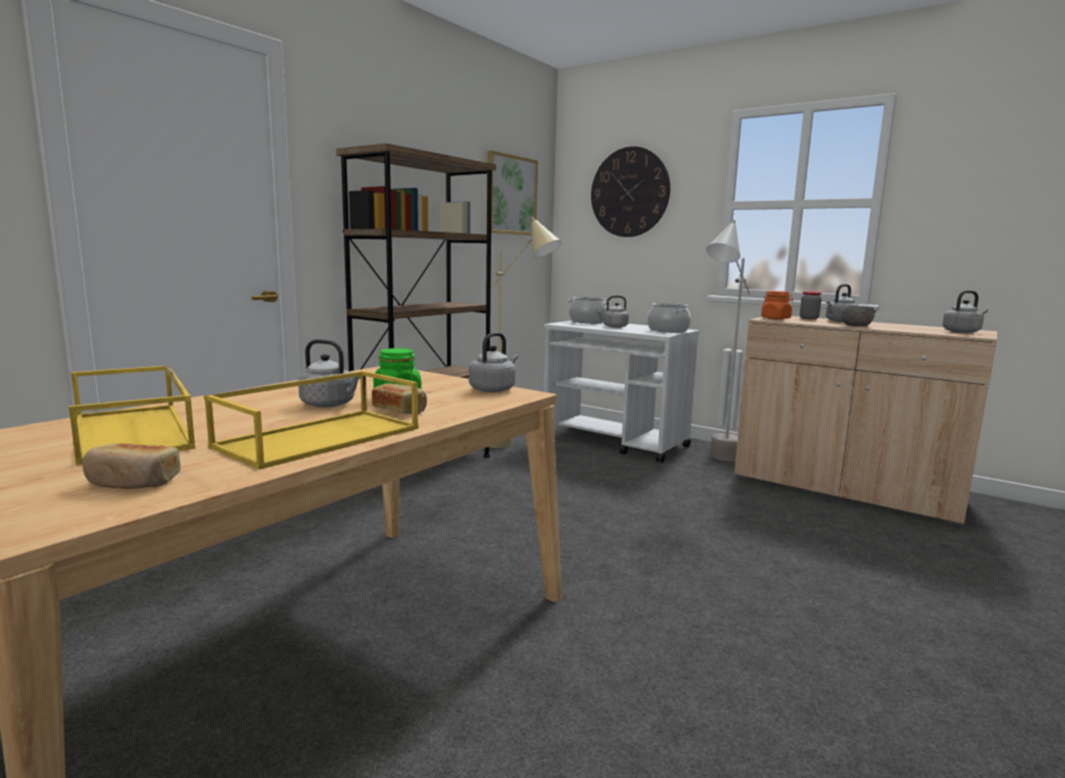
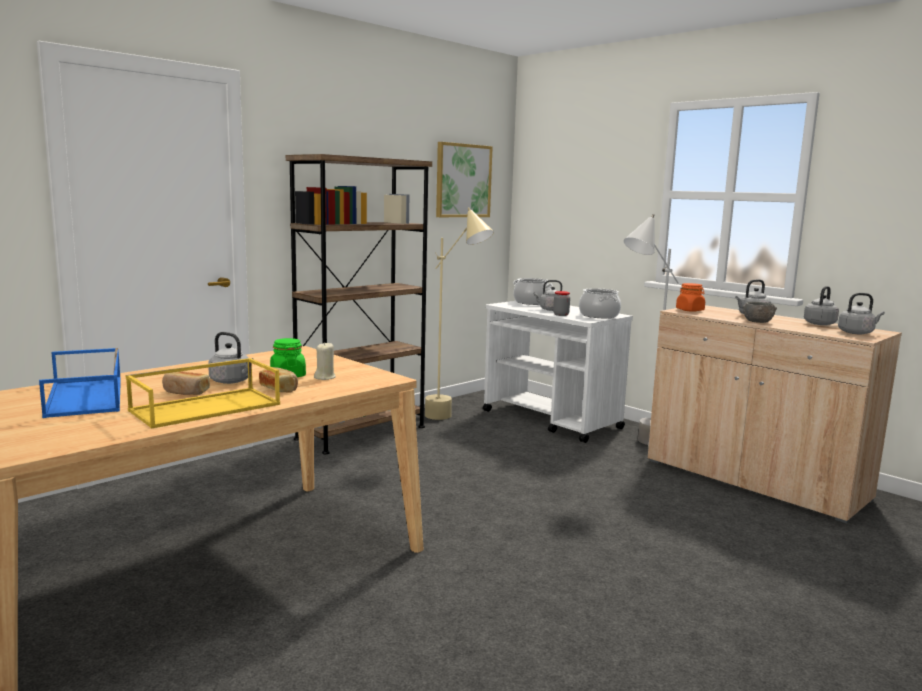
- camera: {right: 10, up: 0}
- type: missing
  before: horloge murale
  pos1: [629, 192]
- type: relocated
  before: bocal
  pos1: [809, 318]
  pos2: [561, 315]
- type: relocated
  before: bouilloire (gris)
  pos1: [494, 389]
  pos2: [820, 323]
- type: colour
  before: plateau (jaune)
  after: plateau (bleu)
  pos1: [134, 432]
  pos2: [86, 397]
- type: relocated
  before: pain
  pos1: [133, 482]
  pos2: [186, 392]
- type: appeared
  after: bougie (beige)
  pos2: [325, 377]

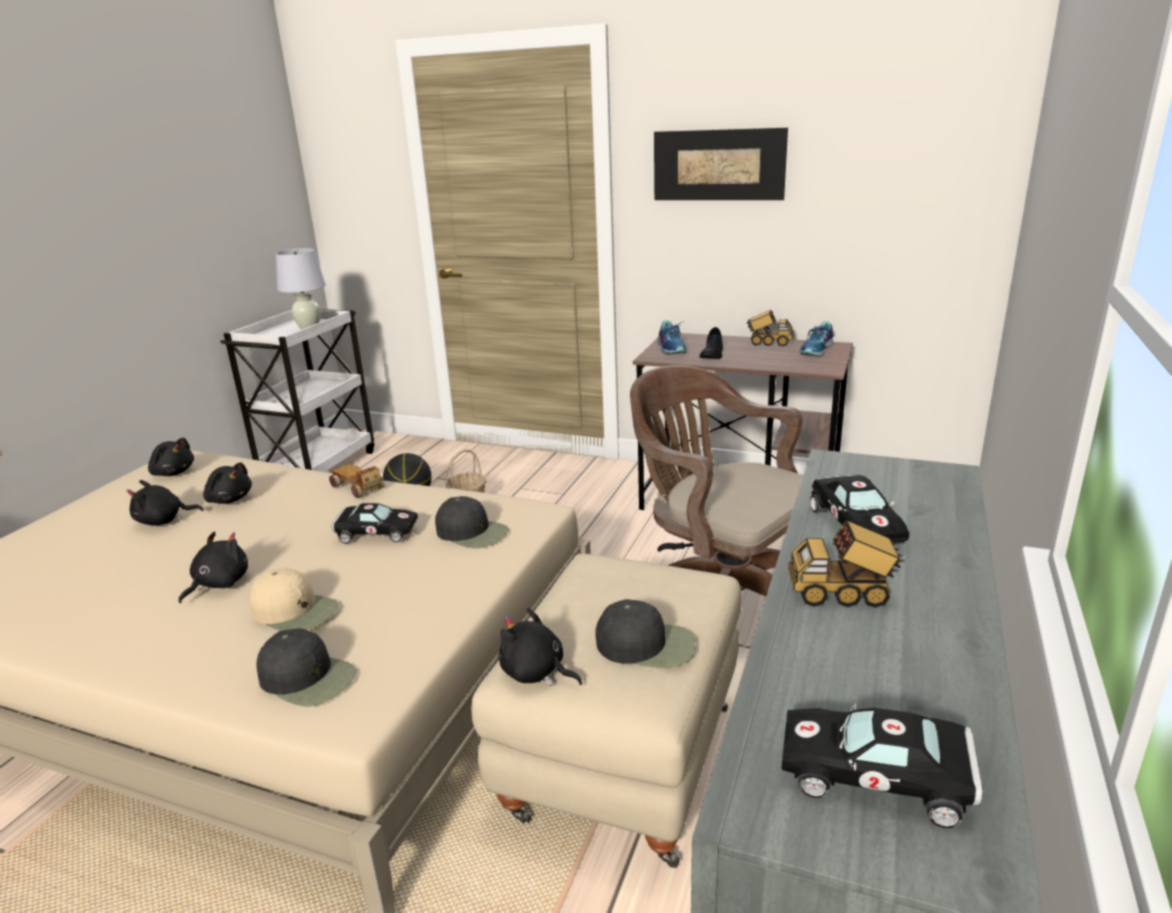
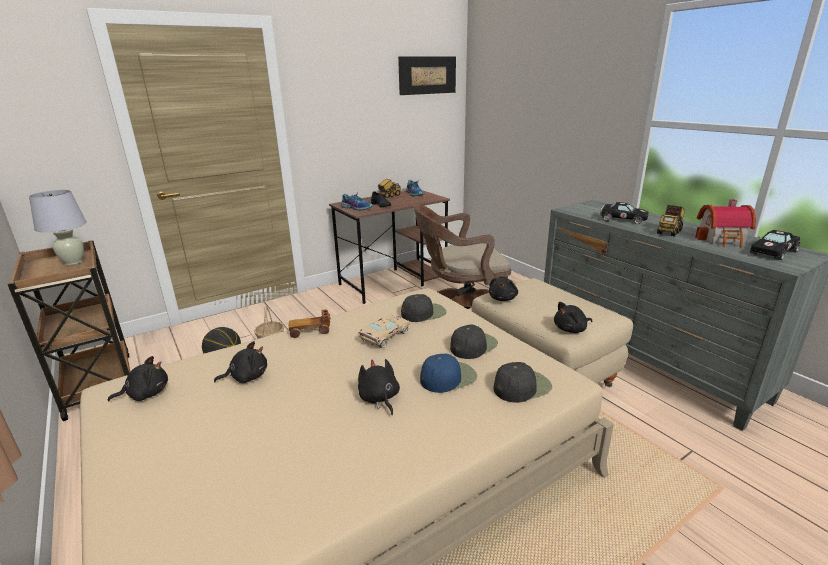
- camera: {right: -55, up: 0}
- type: relocated
  before: tableau
  pos1: [718, 165]
  pos2: [427, 75]
- type: colour
  before: chariot (blanc)
  after: chariot (marron)
  pos1: [319, 467]
  pos2: [99, 383]
- type: relocated
  before: peluche (noir)
  pos1: [163, 521]
  pos2: [503, 298]
- type: colour
  before: petite voiture (noir)
  after: petite voiture (beige)
  pos1: [374, 533]
  pos2: [384, 337]
- type: colour
  before: casquette (beige)
  after: casquette (bleu)
  pos1: [295, 611]
  pos2: [448, 377]
- type: relocated
  before: casquette (noir)
  pos1: [646, 644]
  pos2: [473, 345]
- type: appeared
  after: maison miniature
  pos2: [723, 240]

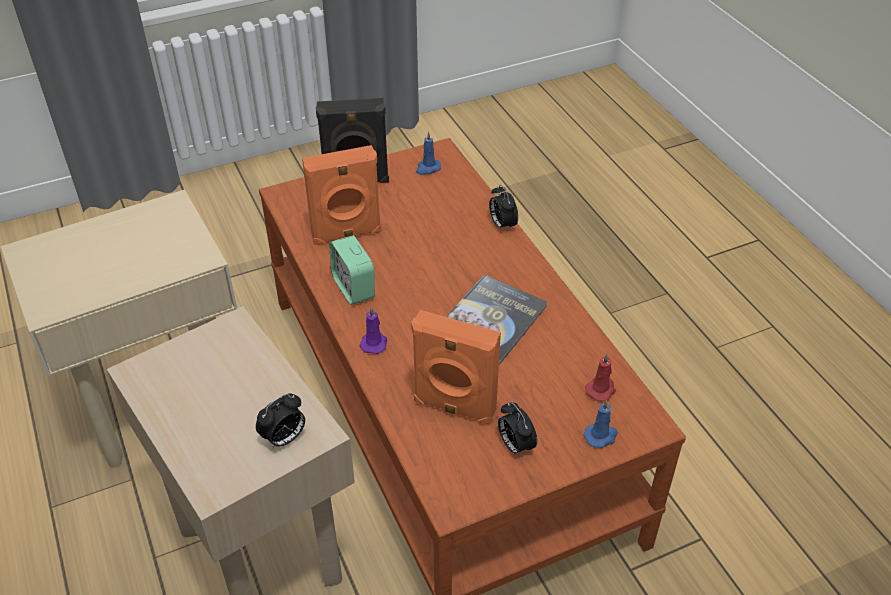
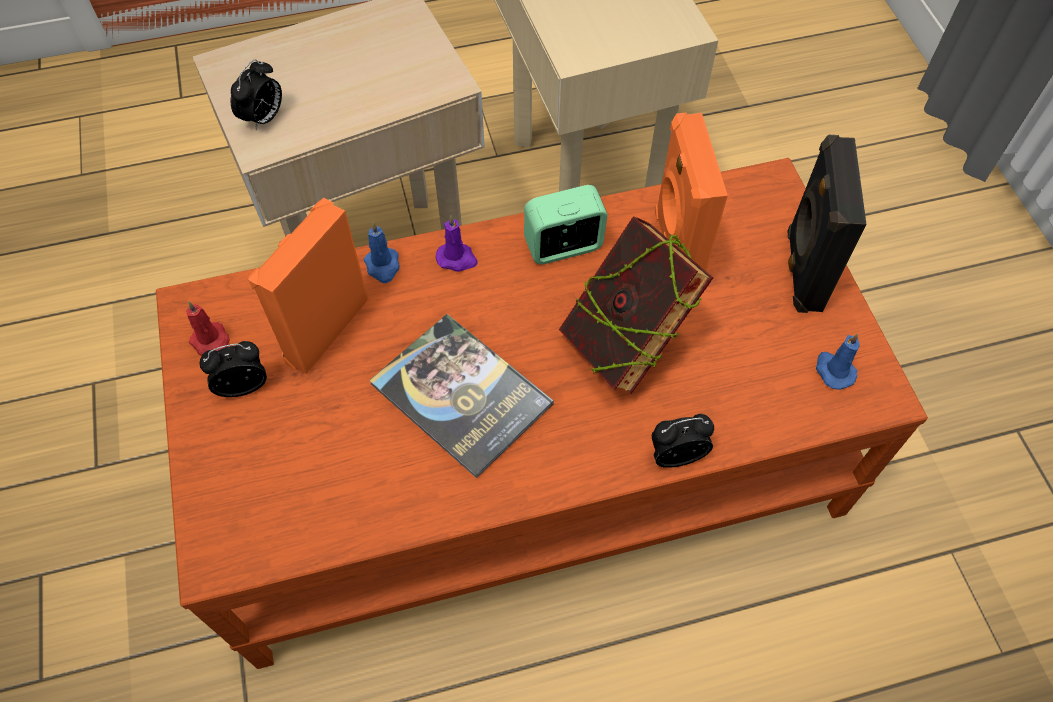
- camera: {right: 100, up: 15}
- type: relocated
  before: bougie (rouge)
  pos1: [601, 389]
  pos2: [212, 342]
- type: spun
  before: réveil
  pos1: [284, 439]
  pos2: [264, 118]
  turn: -120
- type: relocated
  before: bougie (bleu)
  pos1: [601, 436]
  pos2: [383, 266]
- type: appeared
  after: livre
  pos2: [626, 341]

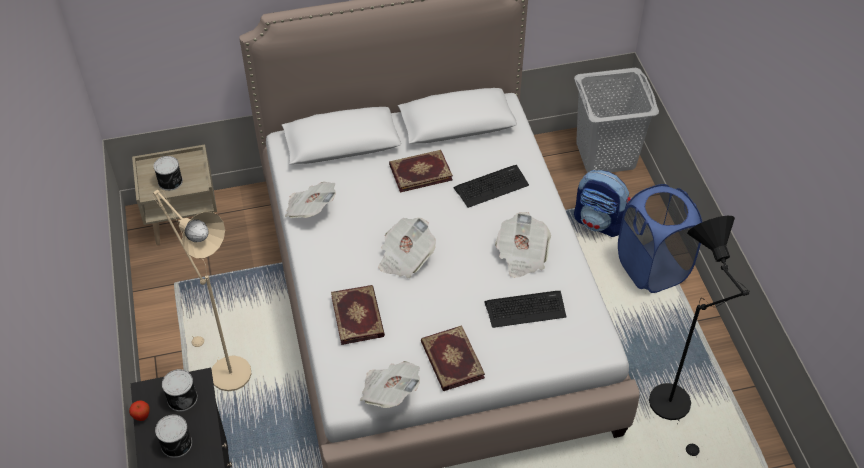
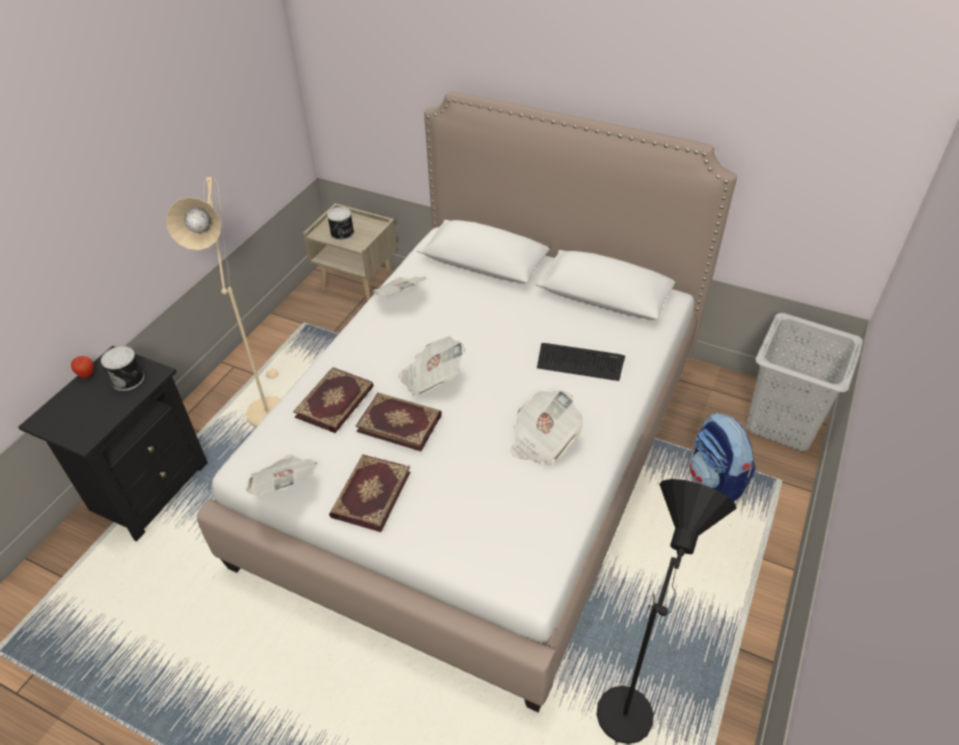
- camera: {right: 40, up: -5}
- type: relocated
  before: livre
  pos1: [420, 172]
  pos2: [400, 422]
- type: missing
  before: panier à linge (bleu)
  pos1: [652, 268]
- type: missing
  before: clavier
  pos1: [525, 309]
- type: missing
  before: boîte métallique
  pos1: [177, 444]

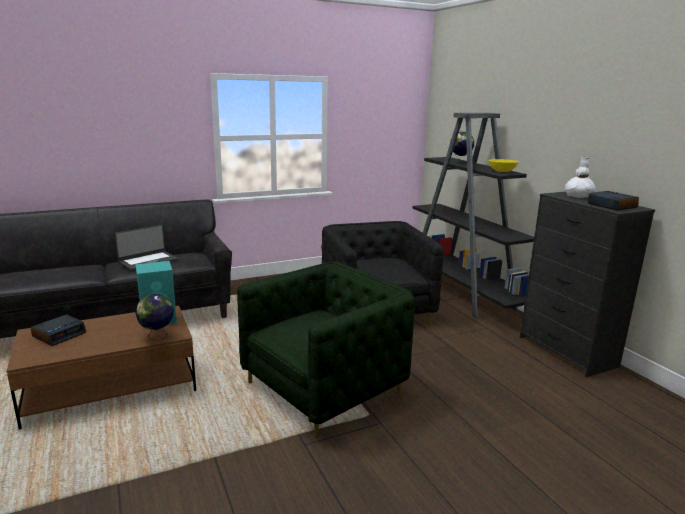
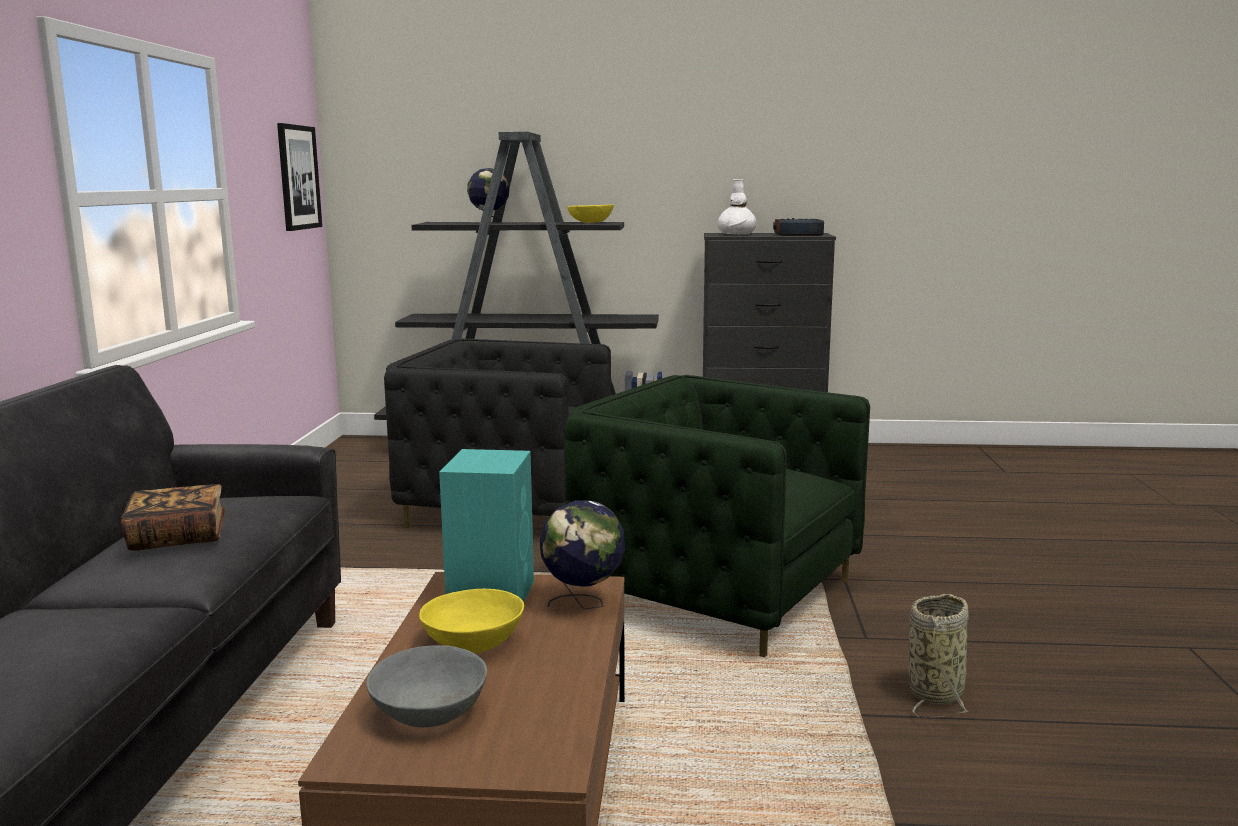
- camera: {right: -60, up: -5}
- type: exchanged
  before: ordinateur portable
  after: livre
  pos1: [148, 261]
  pos2: [178, 537]
- type: spun
  before: fauteuil (vert)
  pos1: [323, 388]
  pos2: [719, 593]
  turn: -45
- type: exchanged
  before: réveil
  after: bol (gris)
  pos1: [59, 334]
  pos2: [428, 713]
- type: appeared
  after: tableau
  pos2: [298, 177]
- type: appeared
  after: bol (jaune)
  pos2: [475, 642]
- type: appeared
  after: panier
  pos2: [936, 691]

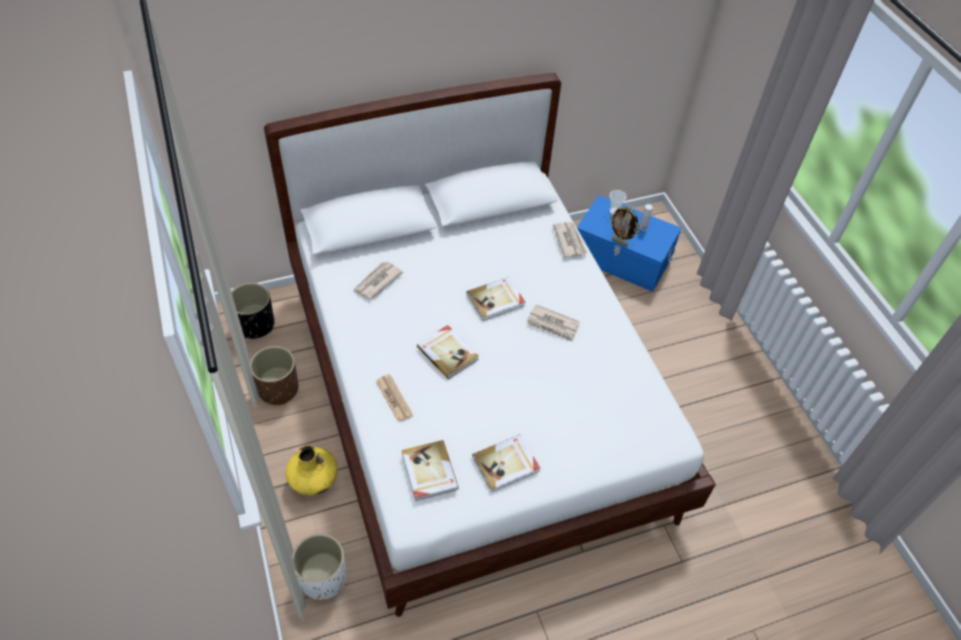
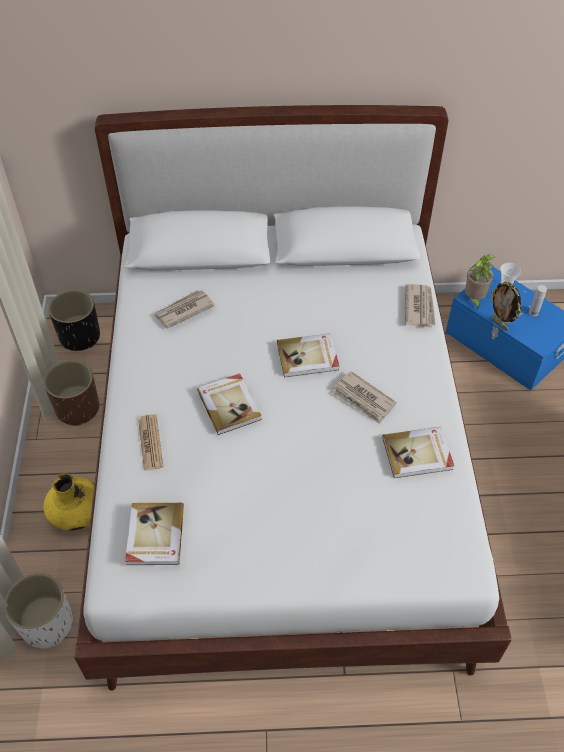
- camera: {right: 20, up: 0}
- type: relocated
  before: livre
  pos1: [506, 464]
  pos2: [418, 454]
- type: appeared
  after: plante en pot
  pos2: [474, 300]

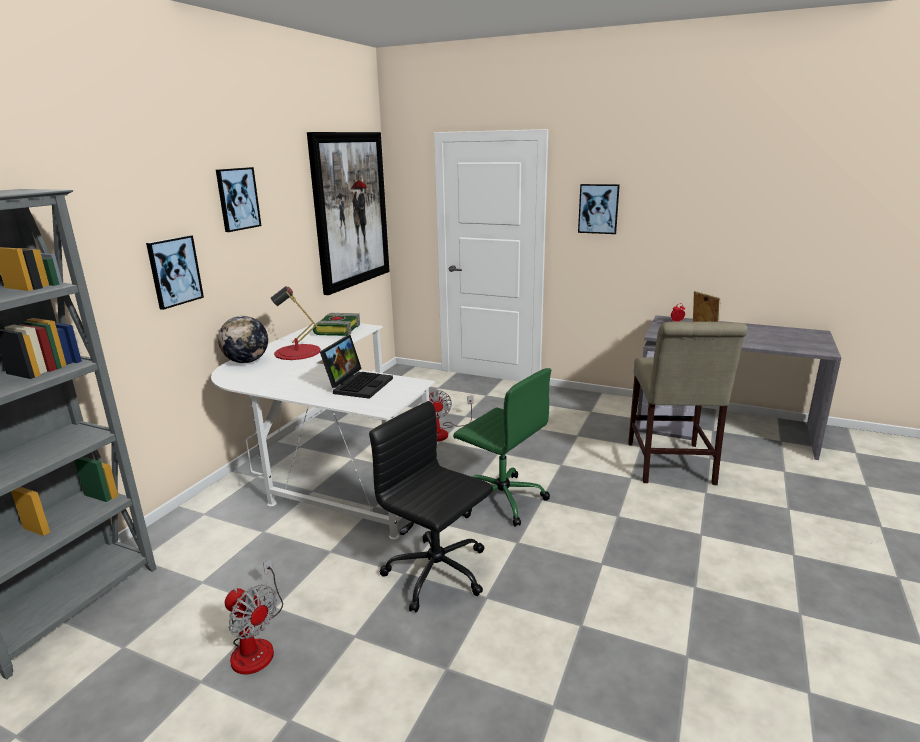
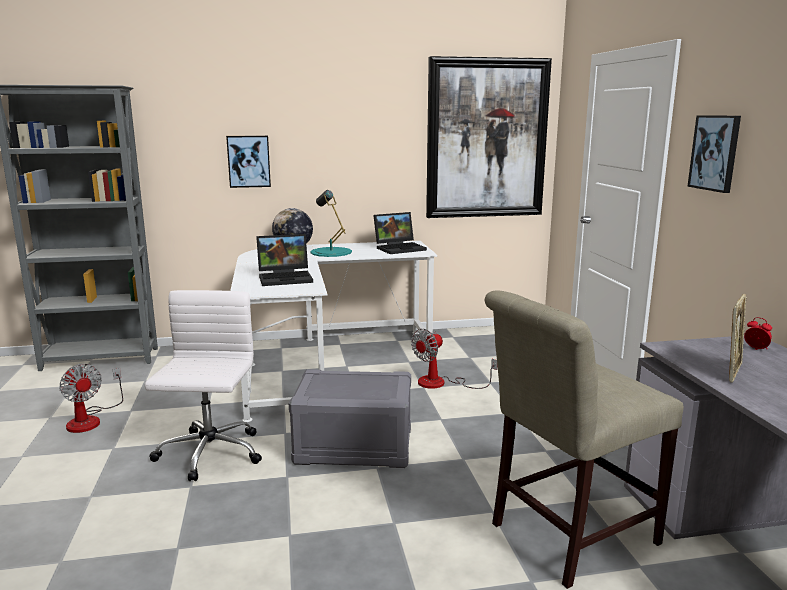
- camera: {right: 55, up: -5}
- type: missing
  before: tableau
  pos1: [237, 199]
- type: colour
  before: lampe de table (rouge)
  after: lampe de table (turquoise)
  pos1: [297, 352]
  pos2: [331, 252]
- type: exchanged
  before: livre
  after: ordinateur portable
  pos1: [337, 330]
  pos2: [400, 248]
- type: exchanged
  before: chaise de bureau (vert)
  after: boîte de rangement (gris)
  pos1: [501, 499]
  pos2: [353, 447]
- type: colour
  before: chaise de bureau (noir)
  after: chaise de bureau (blanc)
  pos1: [438, 574]
  pos2: [209, 454]
- type: spun
  before: ventilateur
  pos1: [257, 644]
  pos2: [90, 419]
  turn: -45

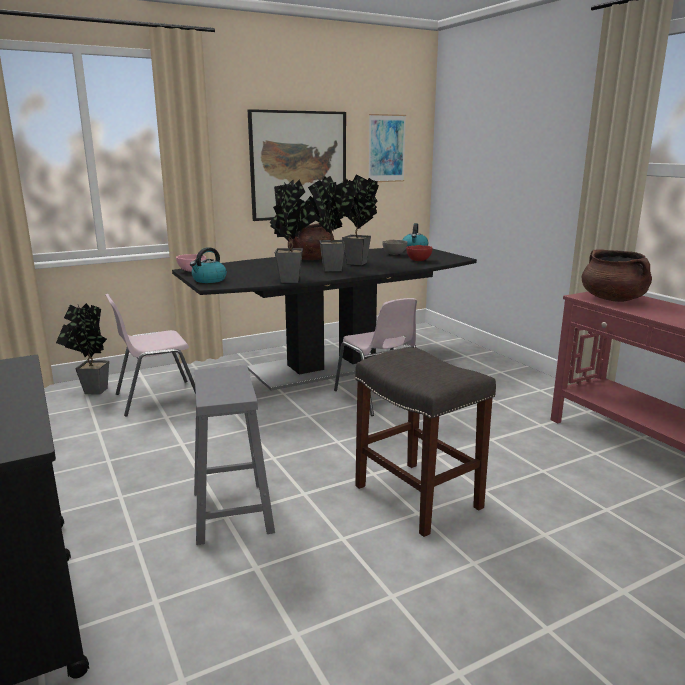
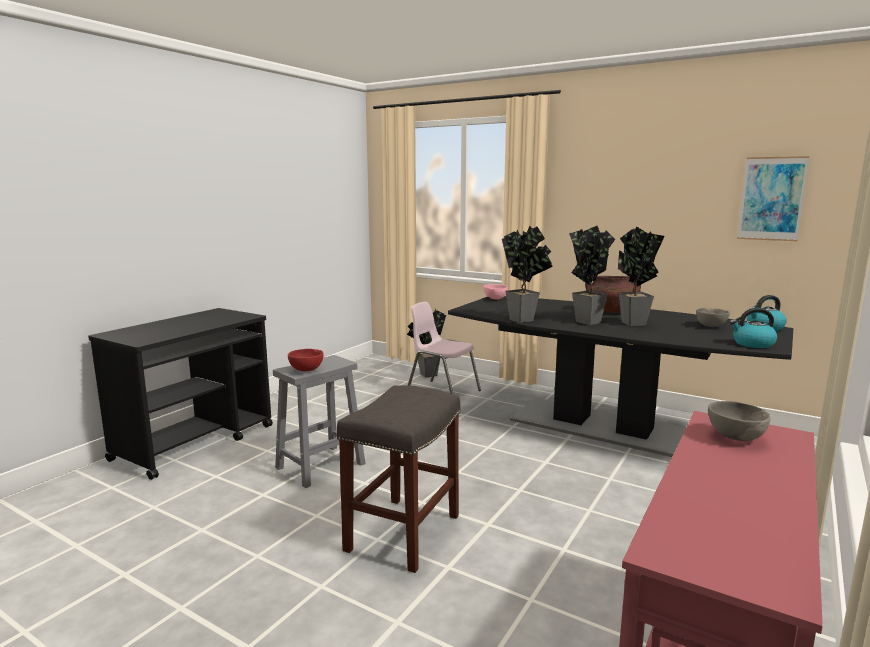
- camera: {right: 60, up: -5}
- type: missing
  before: tableau
  pos1: [298, 165]
- type: relocated
  before: bol (rouge)
  pos1: [419, 260]
  pos2: [307, 370]
- type: relocated
  before: bouilloire
  pos1: [209, 280]
  pos2: [752, 344]
- type: exchanged
  before: marmite (marron)
  after: bol (gris)
  pos1: [613, 299]
  pos2: [736, 438]
- type: missing
  before: chaise (rose)
  pos1: [378, 397]

